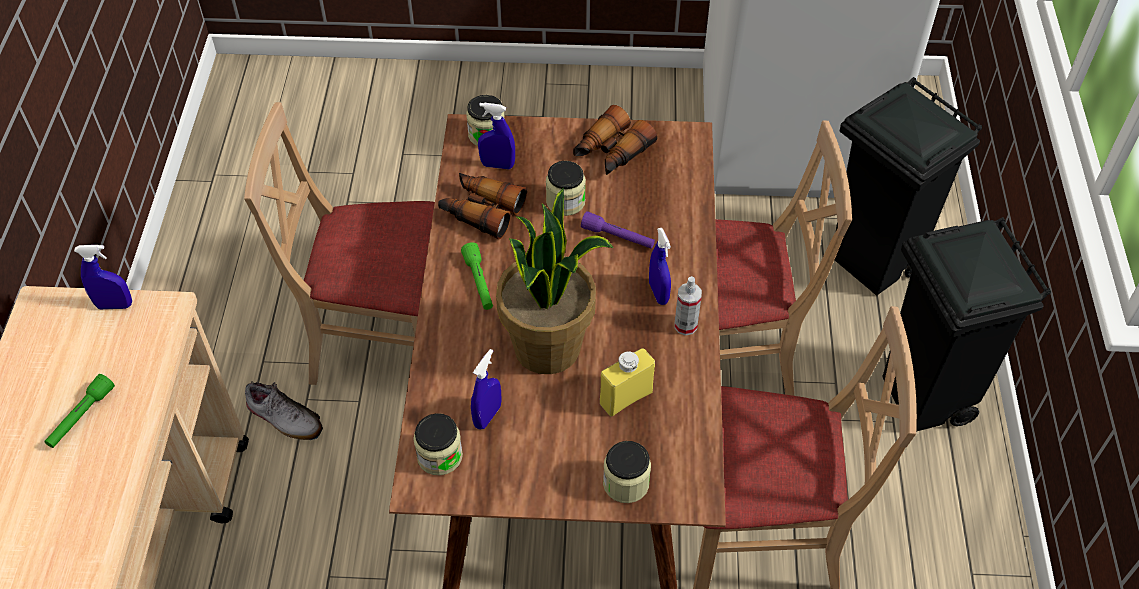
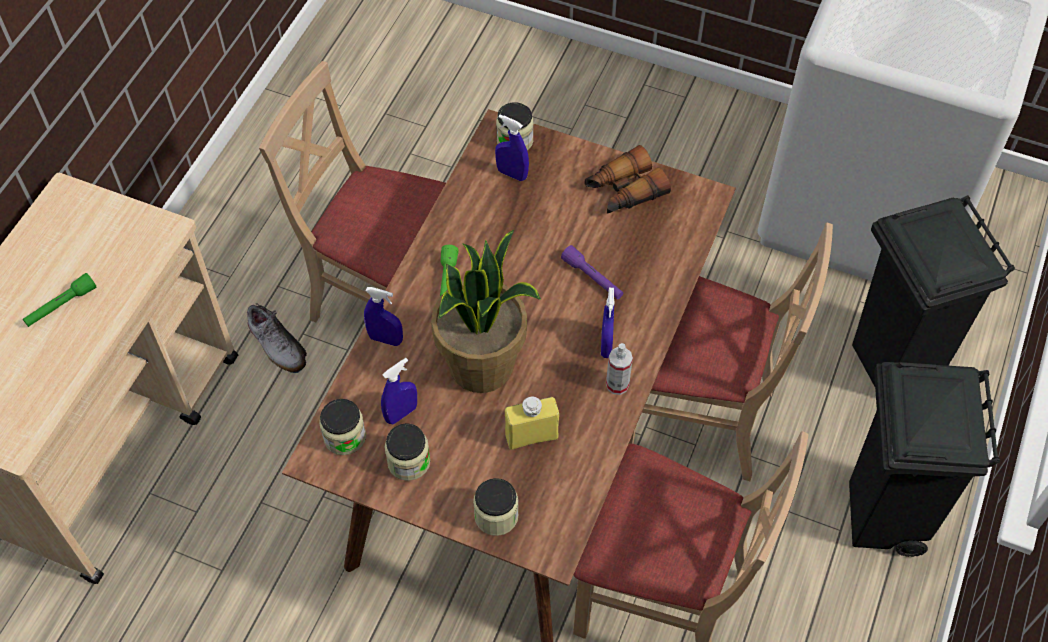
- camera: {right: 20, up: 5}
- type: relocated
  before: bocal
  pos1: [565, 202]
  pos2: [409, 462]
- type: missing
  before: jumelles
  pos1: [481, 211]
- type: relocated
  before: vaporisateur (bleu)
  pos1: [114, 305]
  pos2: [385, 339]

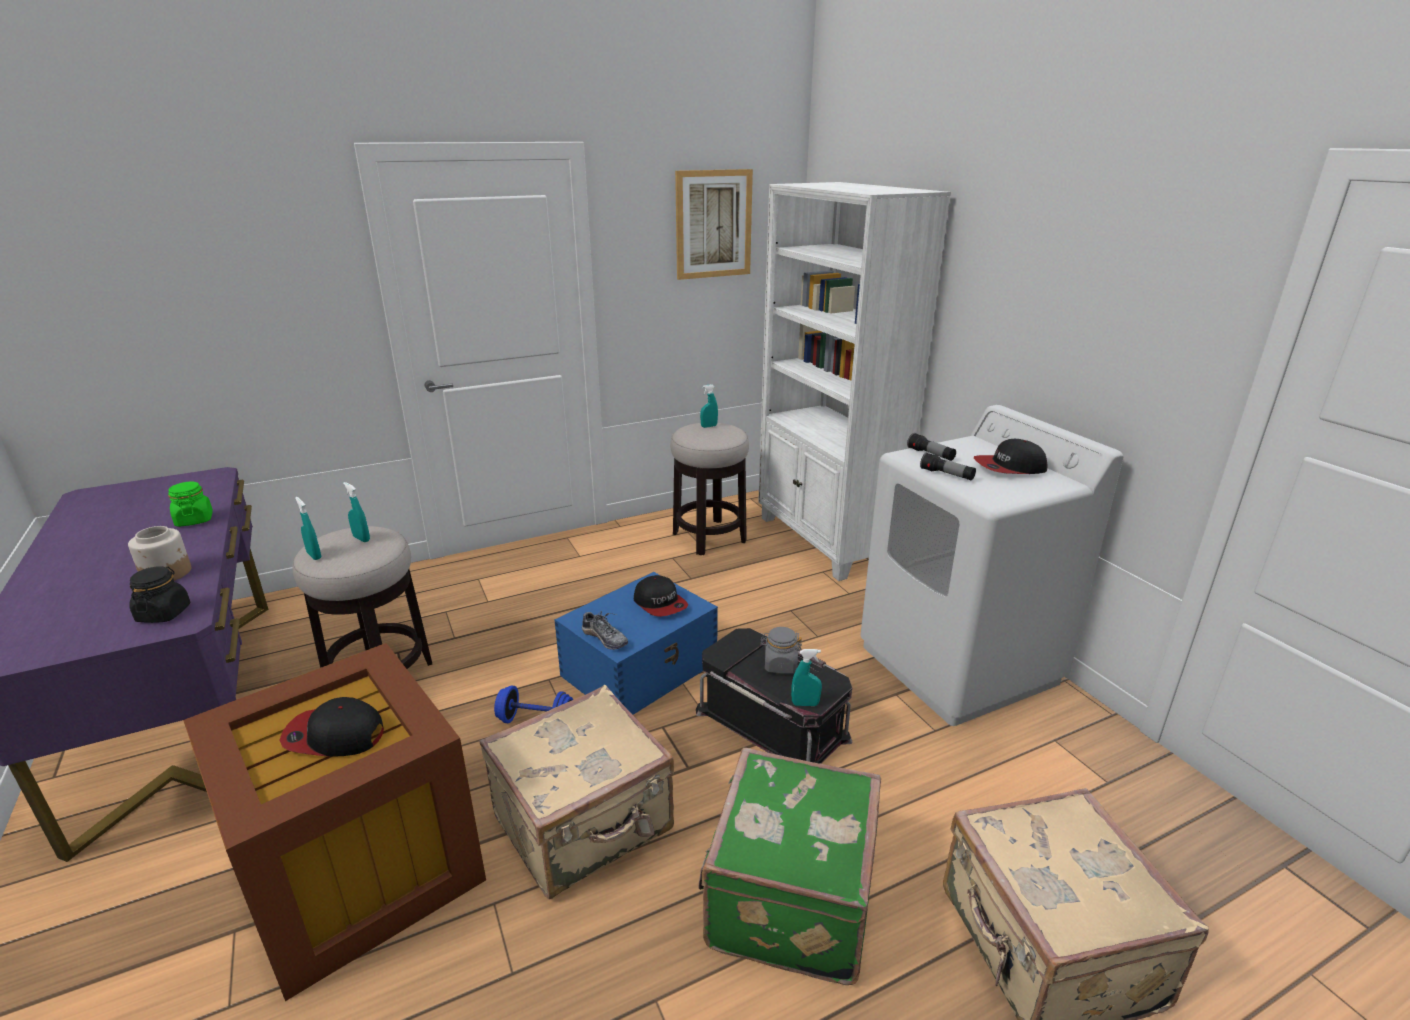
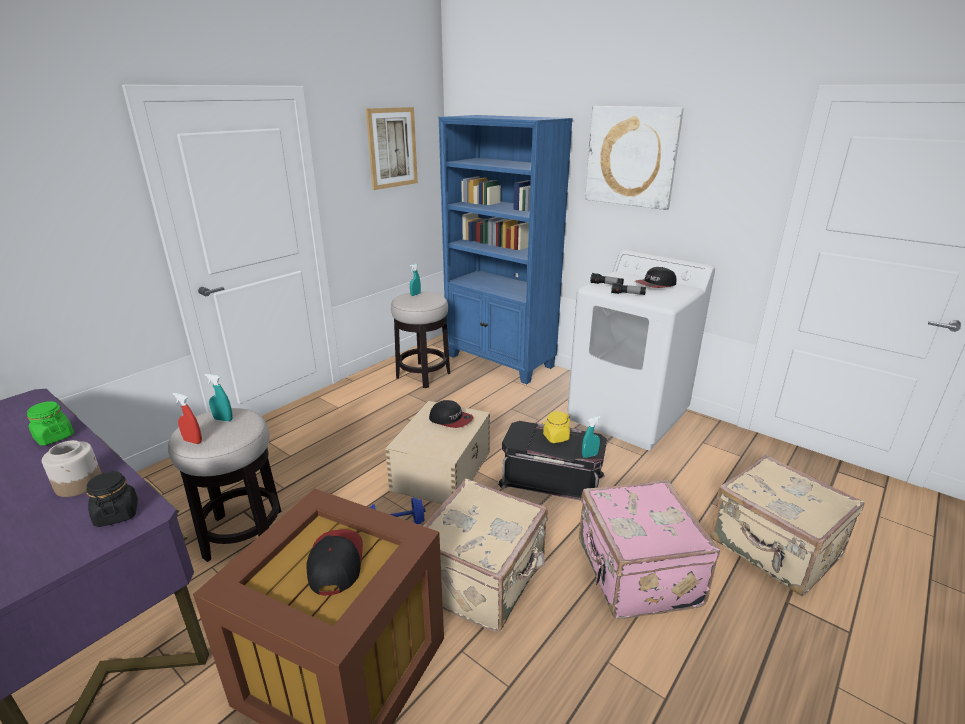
- camera: {right: -25, up: 0}
- type: colour
  before: bibliothèque (blanc)
  after: bibliothèque (bleu)
  pos1: [826, 541]
  pos2: [500, 361]
- type: colour
  before: vaporisateur (turquoise)
  after: vaporisateur (rouge)
  pos1: [314, 555]
  pos2: [193, 441]
- type: colour
  before: boîte de rangement (bleu)
  after: boîte de rangement (beige)
  pos1: [641, 668]
  pos2: [442, 470]
- type: missing
  before: chaussure
  pos1: [605, 638]
- type: colour
  before: bocal (gris)
  after: bocal (jaune)
  pos1: [780, 665]
  pos2: [556, 437]
- type: spun
  before: casquette
  pos1: [334, 736]
  pos2: [335, 563]
  turn: 105
- type: colour
  before: valise (vert)
  after: valise (rose)
  pos1: [787, 898]
  pos2: [635, 574]
- type: appeared
  after: tableau
  pos2: [631, 157]

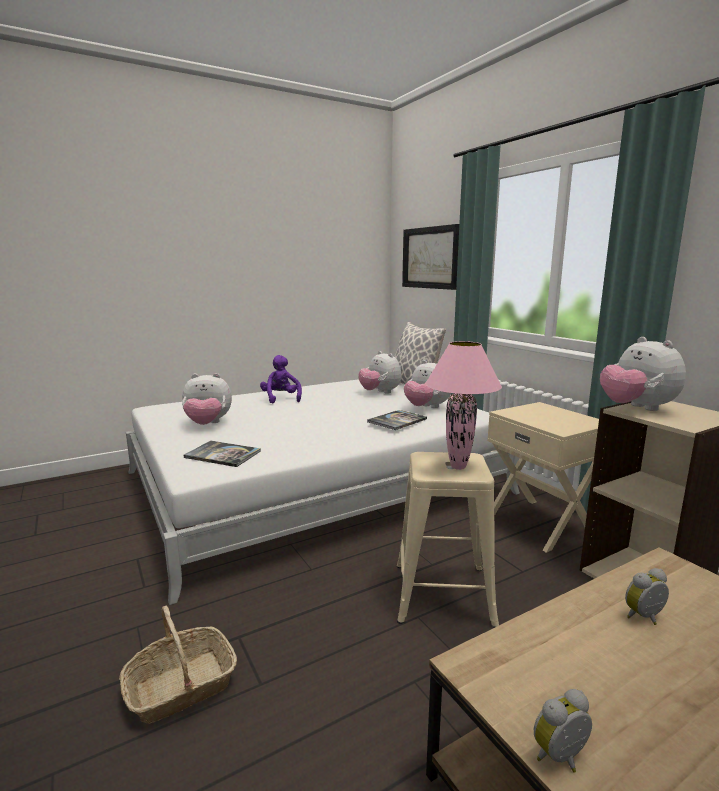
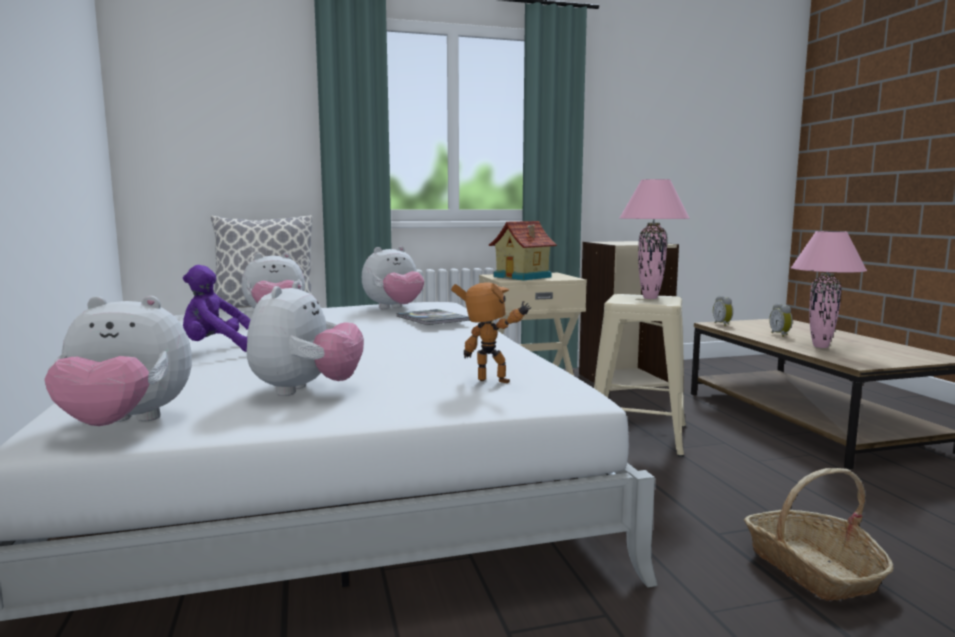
- camera: {right: -75, up: -5}
- type: missing
  before: tableau
  pos1: [429, 258]
- type: relocated
  before: peluche
  pos1: [636, 408]
  pos2: [126, 424]
- type: exchanged
  before: livre
  after: robot jouet
  pos1: [223, 454]
  pos2: [492, 382]
- type: relocated
  before: réveil
  pos1: [562, 759]
  pos2: [723, 324]
- type: appeared
  after: maison miniature
  pos2: [523, 277]
- type: appeared
  after: lampe de table (rose)
  pos2: [820, 347]

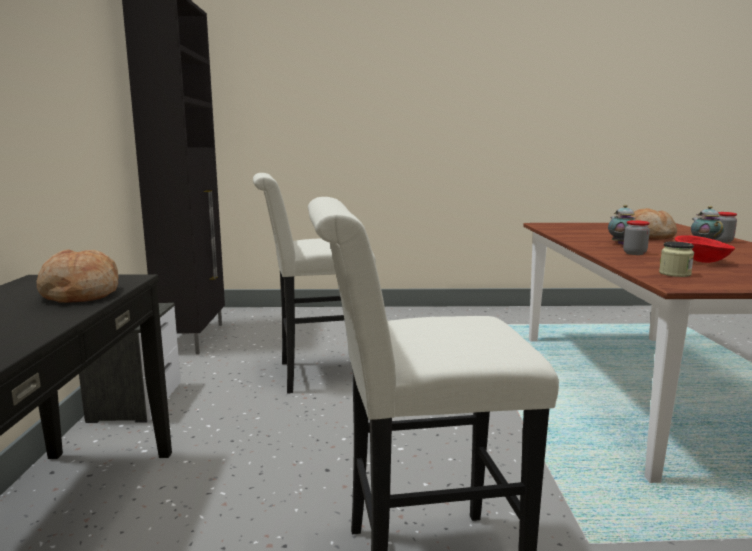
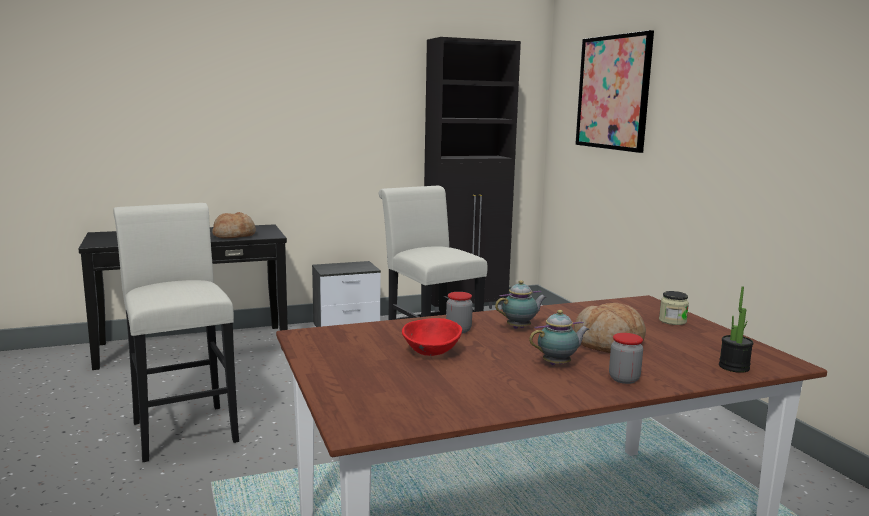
- camera: {right: 70, up: 0}
- type: relocated
  before: bocal
  pos1: [674, 274]
  pos2: [672, 321]
- type: appeared
  after: tableau
  pos2: [613, 92]
- type: appeared
  after: plante en pot
  pos2: [734, 367]

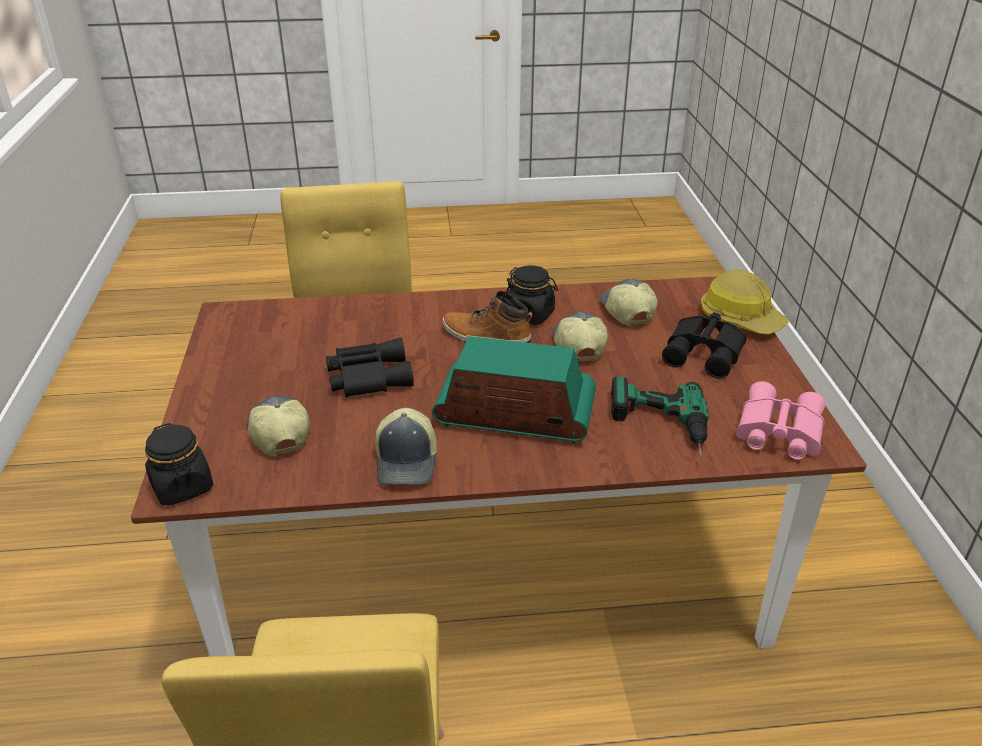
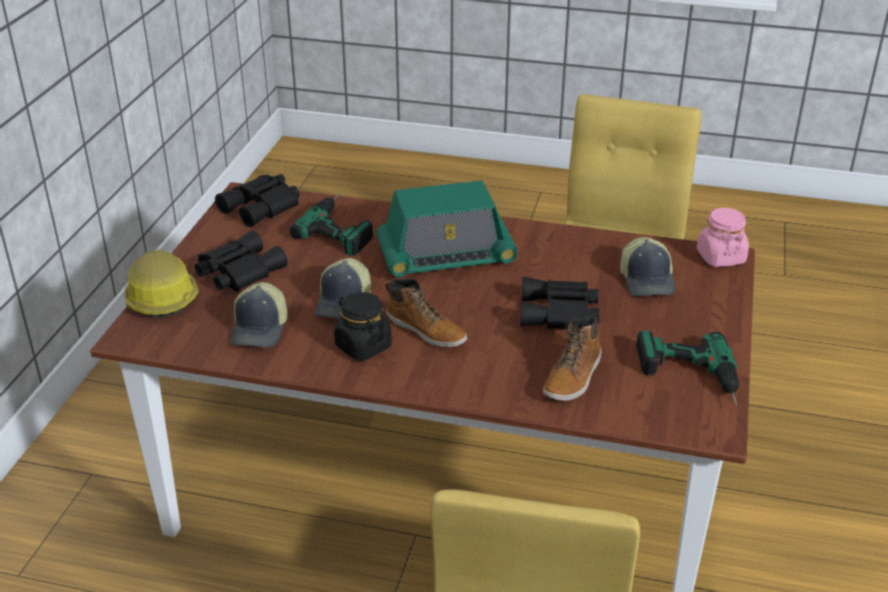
- camera: {right: -160, up: 0}
- type: spun
  before: radio
  pos1: [515, 414]
  pos2: [446, 256]
  turn: -45
- type: colour
  before: jumelles (rose)
  after: jumelles (noir)
  pos1: [776, 432]
  pos2: [262, 207]
- type: missing
  before: casquette
  pos1: [407, 461]
- type: colour
  before: bocal (noir)
  after: bocal (rose)
  pos1: [182, 487]
  pos2: [720, 257]
- type: appeared
  after: botte
  pos2: [573, 377]
- type: appeared
  after: perceuse
  pos2: [689, 378]

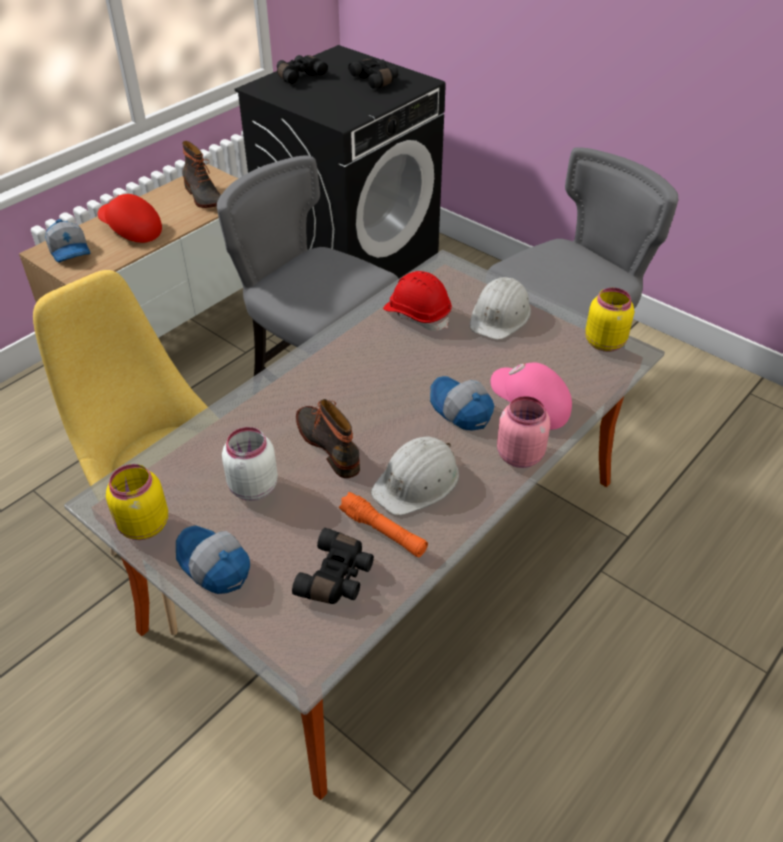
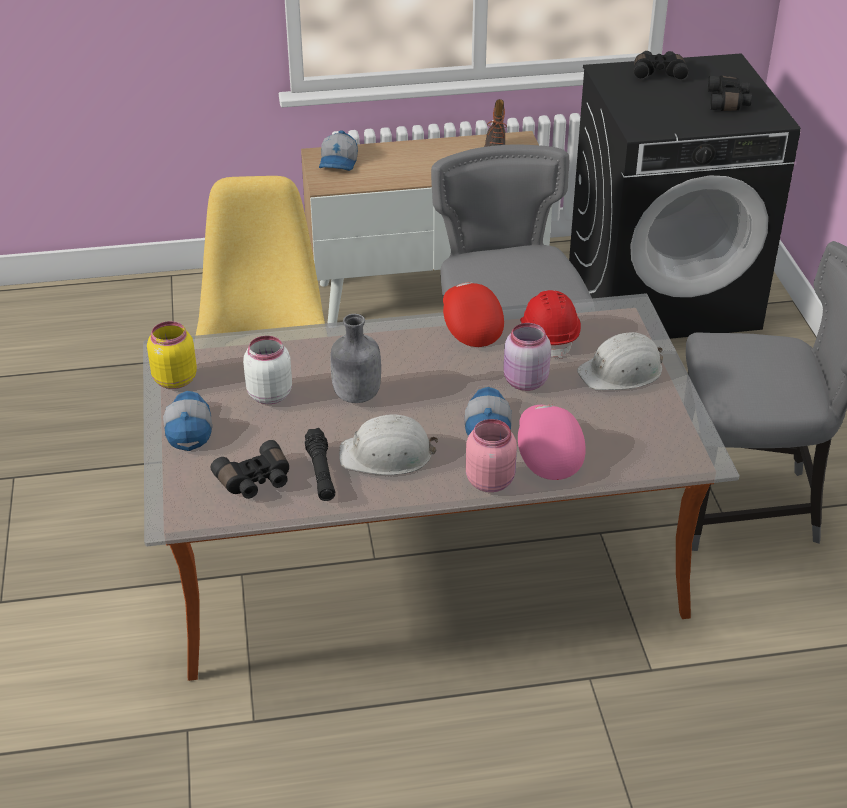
- camera: {right: 40, up: -5}
- type: relocated
  before: casquette (rouge)
  pos1: [131, 231]
  pos2: [470, 326]
- type: missing
  before: bocal (jaune)
  pos1: [604, 342]
- type: exchanged
  before: botte
  after: bouteille (gris)
  pos1: [330, 445]
  pos2: [356, 396]
- type: colour
  before: lampe de poche (orange)
  after: lampe de poche (noir)
  pos1: [383, 532]
  pos2: [321, 472]
- type: appeared
  after: bocal (rose)
  pos2: [524, 382]

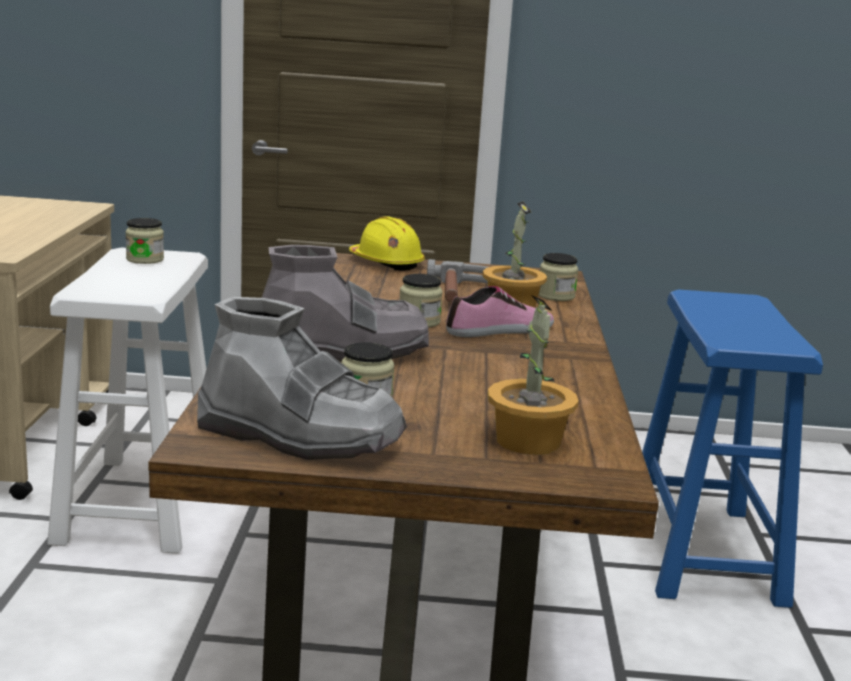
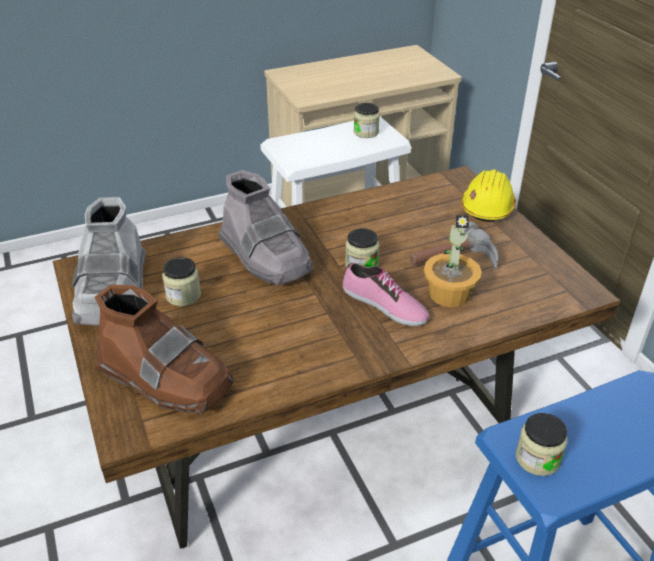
- camera: {right: 65, up: 20}
- type: relocated
  before: bocal
  pos1: [556, 296]
  pos2: [537, 458]
- type: exchanged
  before: plante en pot
  after: botte (marron)
  pos1: [527, 441]
  pos2: [165, 379]

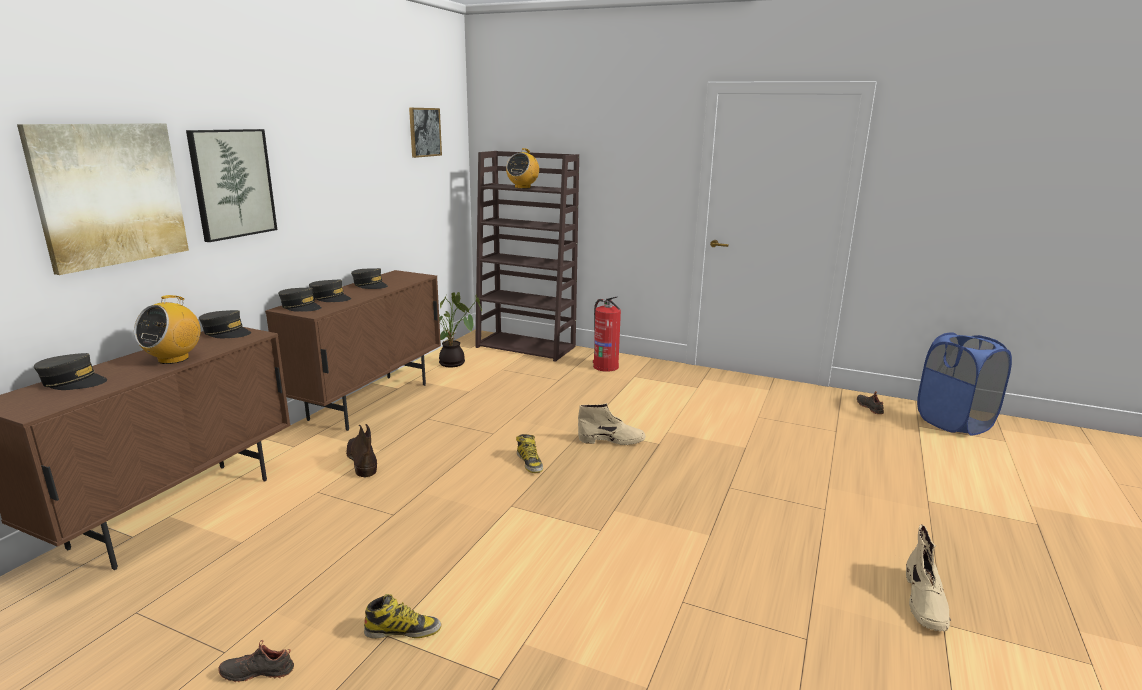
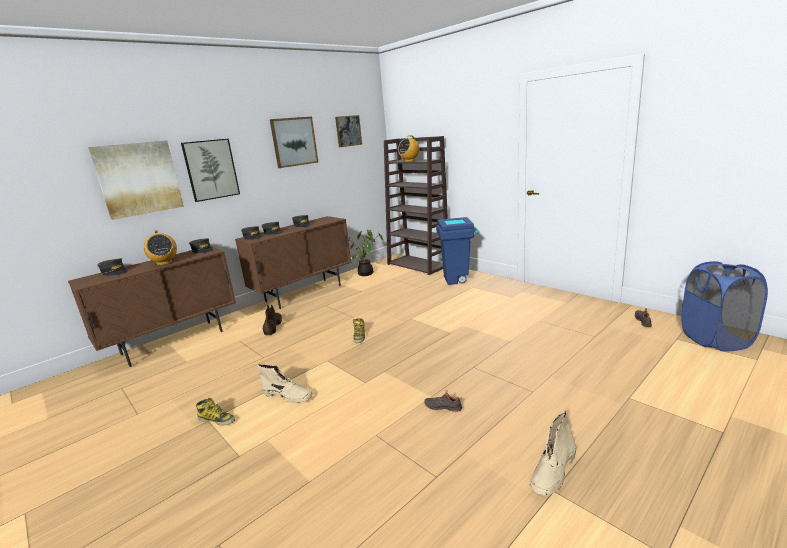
- camera: {right: 25, up: 0}
- type: spun
  before: radio
  pos1: [174, 359]
  pos2: [164, 263]
  turn: -75
- type: exchanged
  before: extincteur
  after: poubelle (bleu)
  pos1: [605, 366]
  pos2: [458, 279]
- type: relocated
  before: botte (beige)
  pos1: [612, 440]
  pos2: [288, 396]
- type: relocated
  before: chaussure (noir)
  pos1: [258, 671]
  pos2: [443, 407]
- type: appeared
  after: tableau
  pos2: [294, 142]

